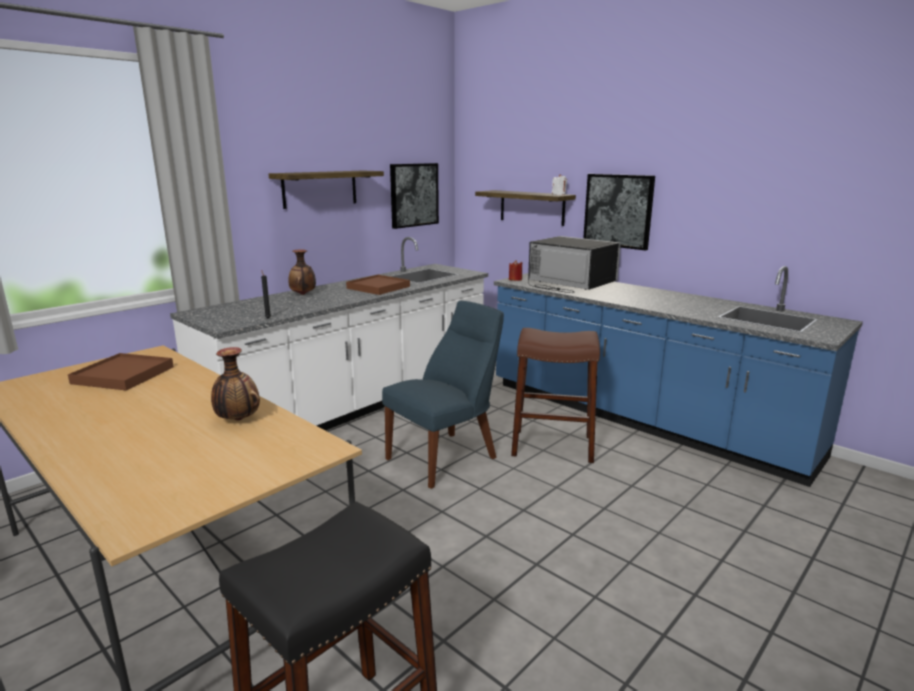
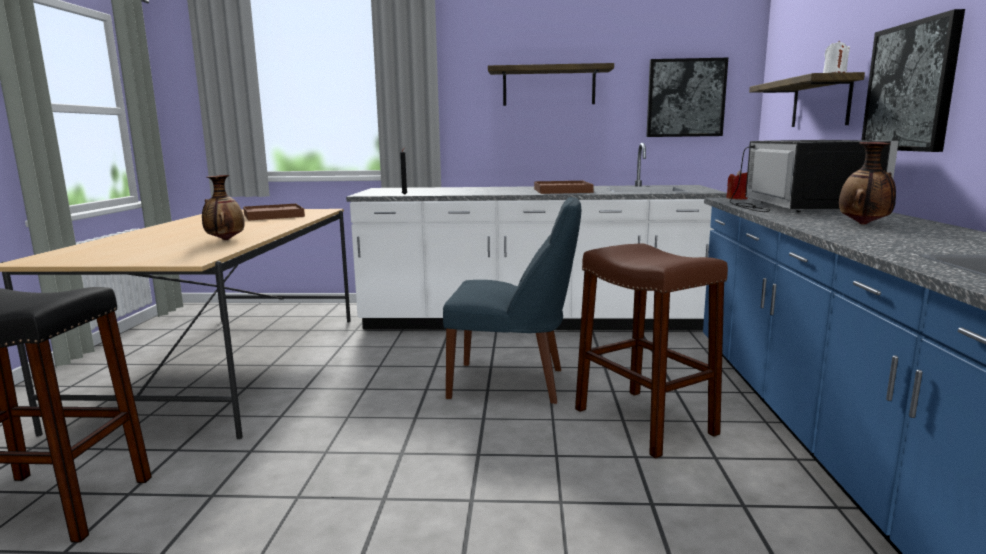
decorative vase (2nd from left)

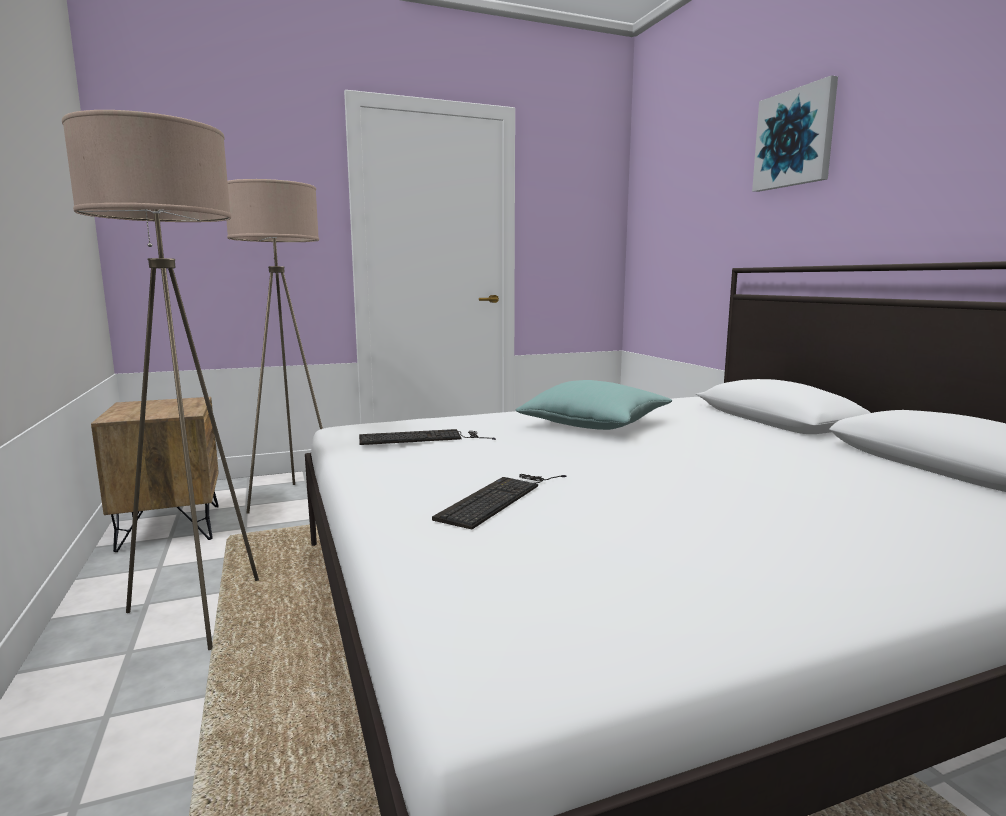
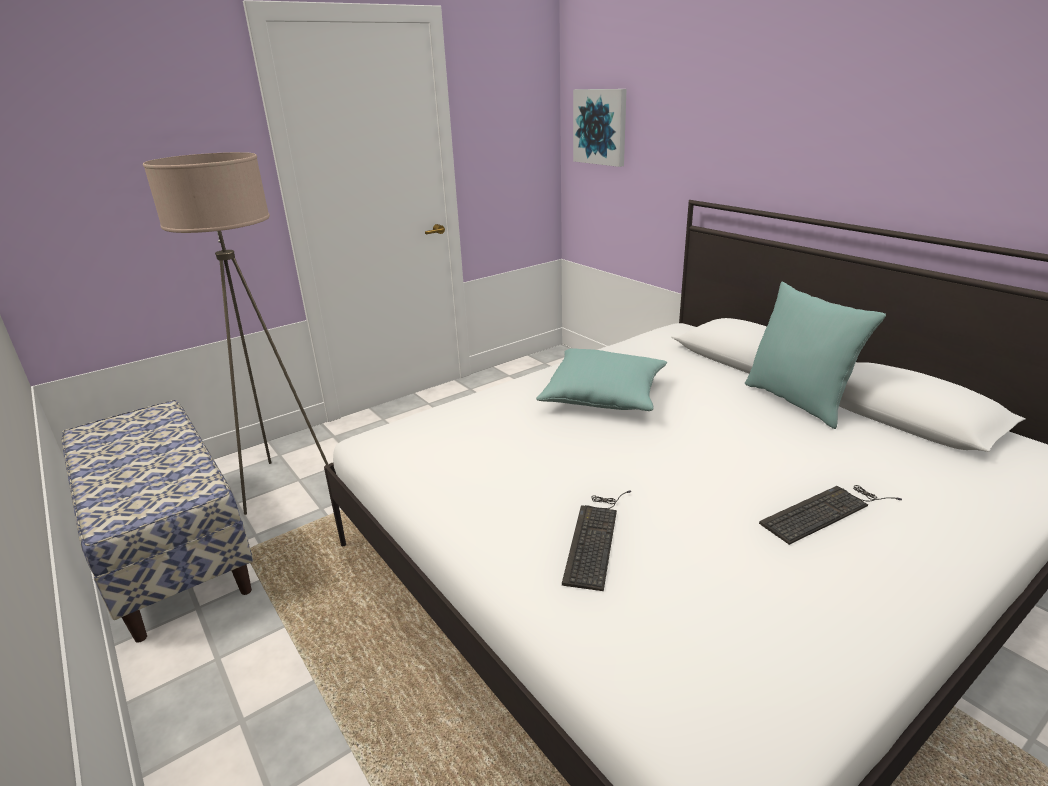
long seat
wall picture
blue-green throw pillow (2nd from left)
computer keyboard (2nd from left)
beige standing lamp (1st from left in the first image)

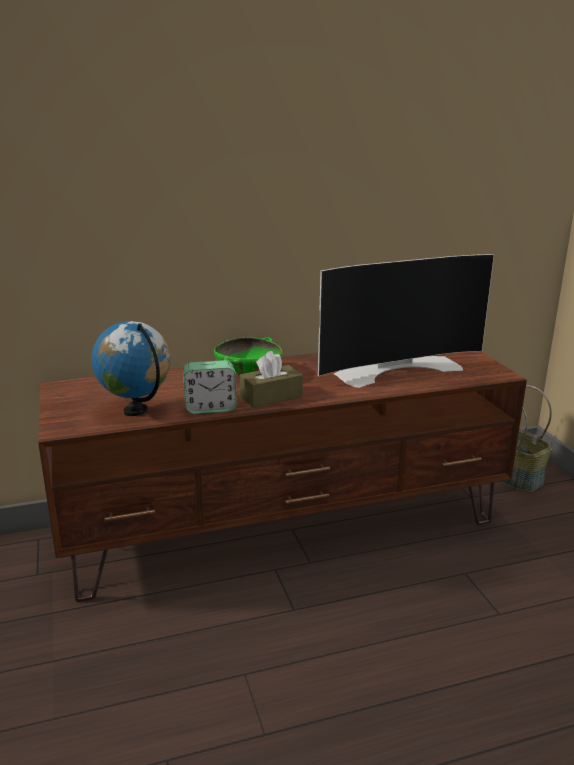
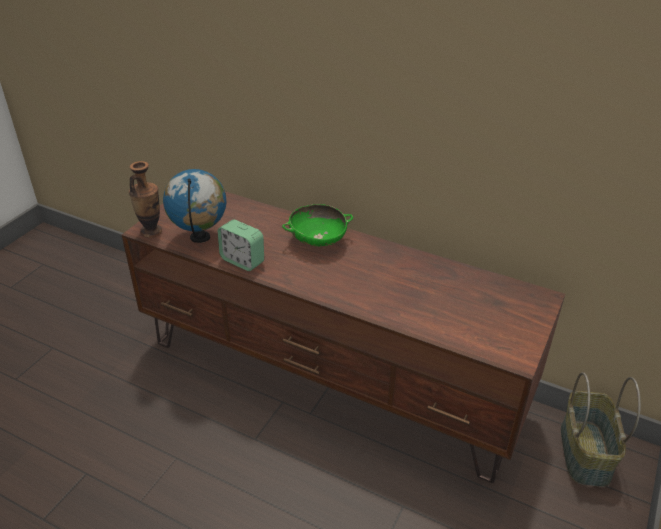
decorative vase
brown tissue holder
television

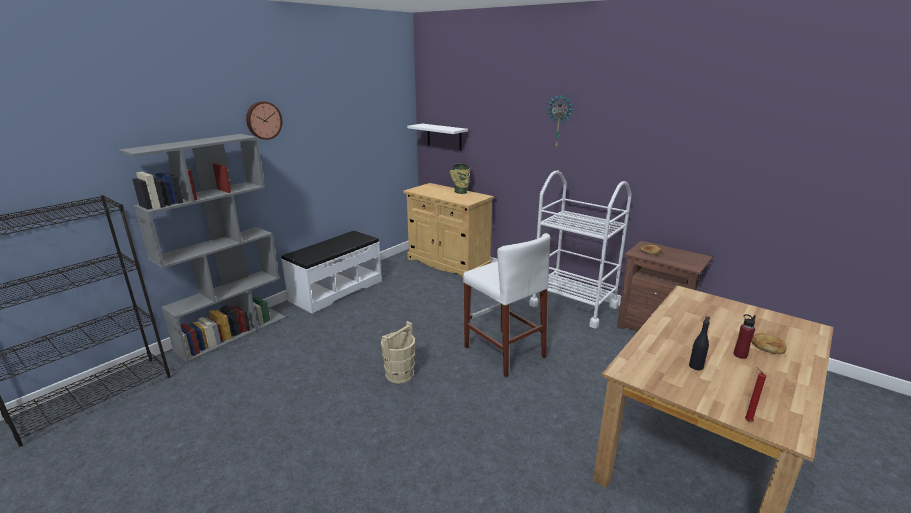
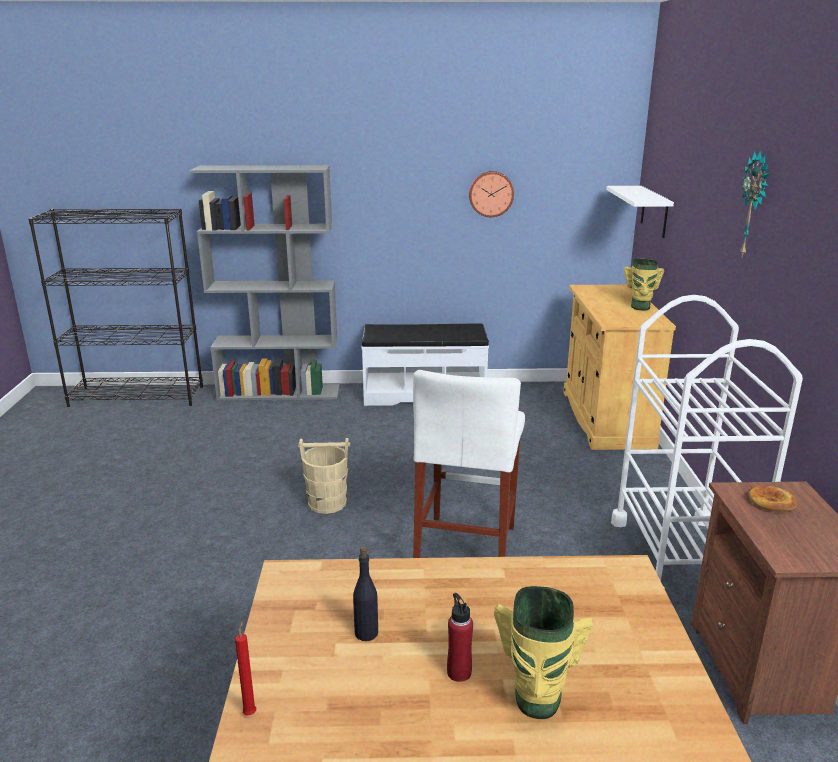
wall clock (1st from left)
decorative vase (1st from left)

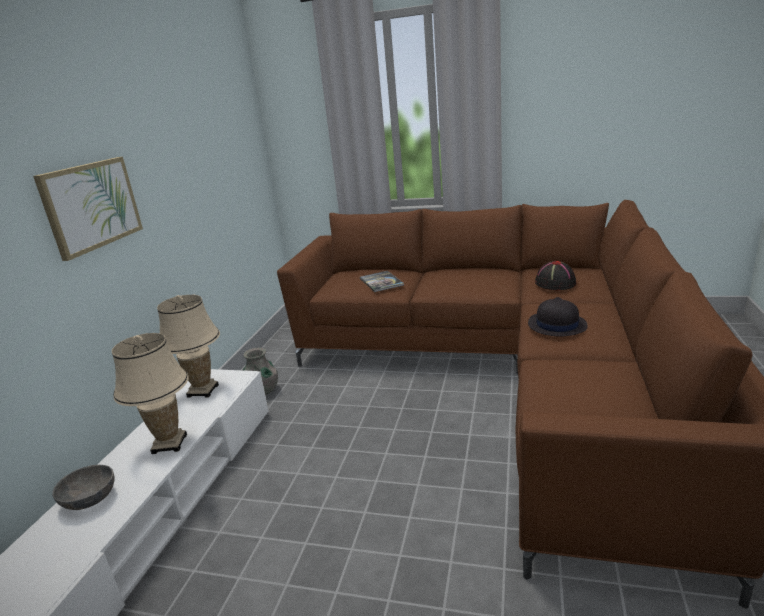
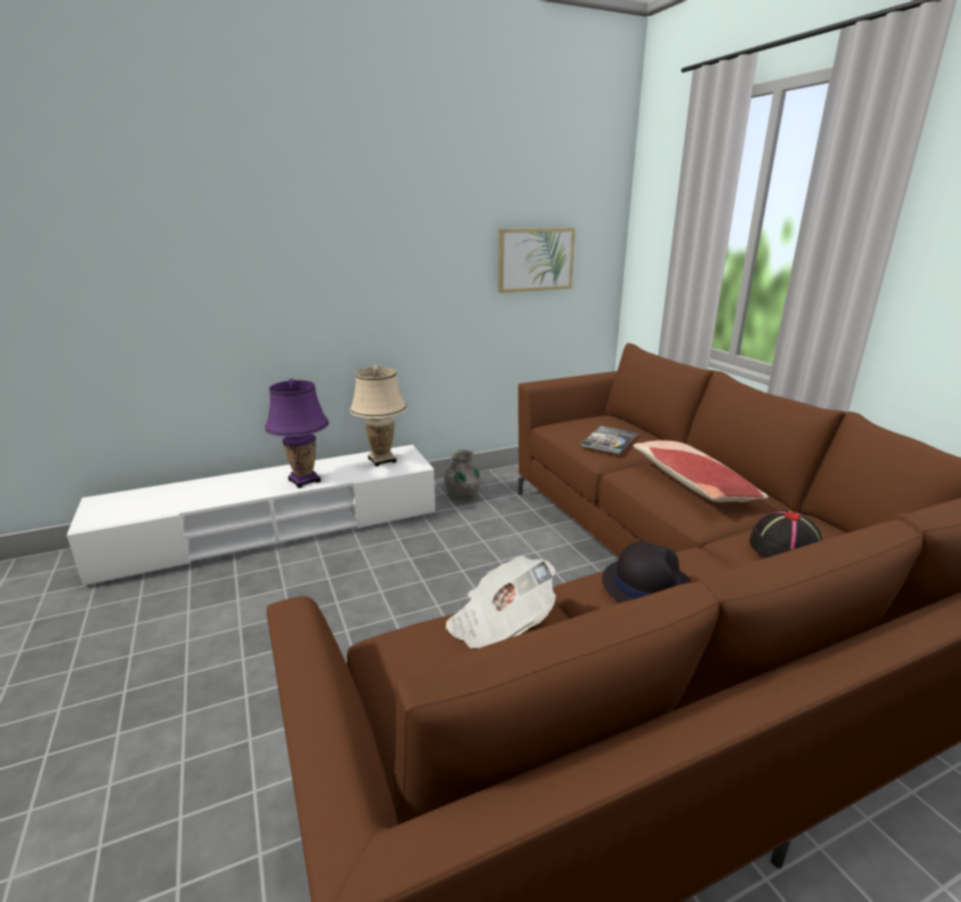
purple tabletop lamp
newspaper
wall picture
throw pillow
grey bowl

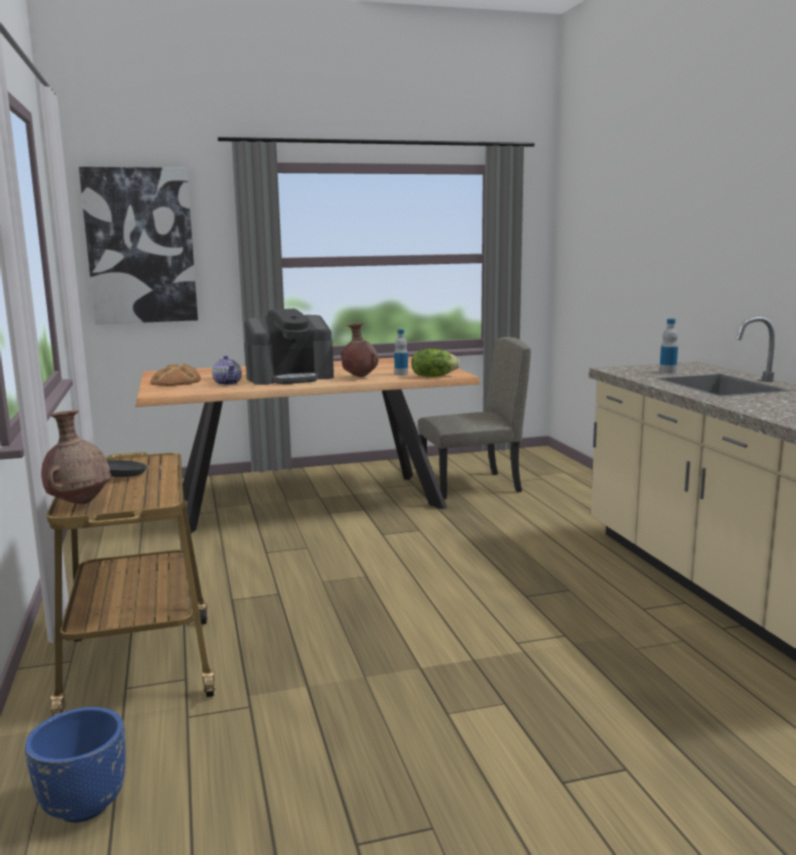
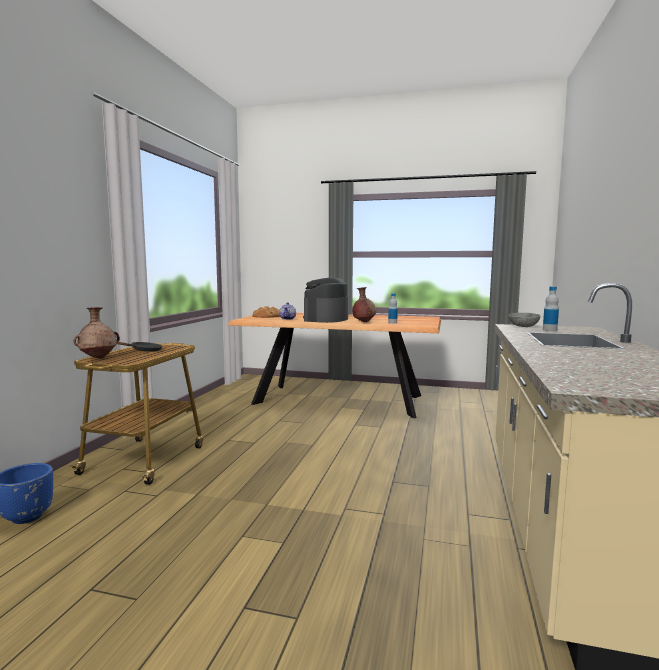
coffee machine
grey bowl
wall picture
head of lettuce
beige chair

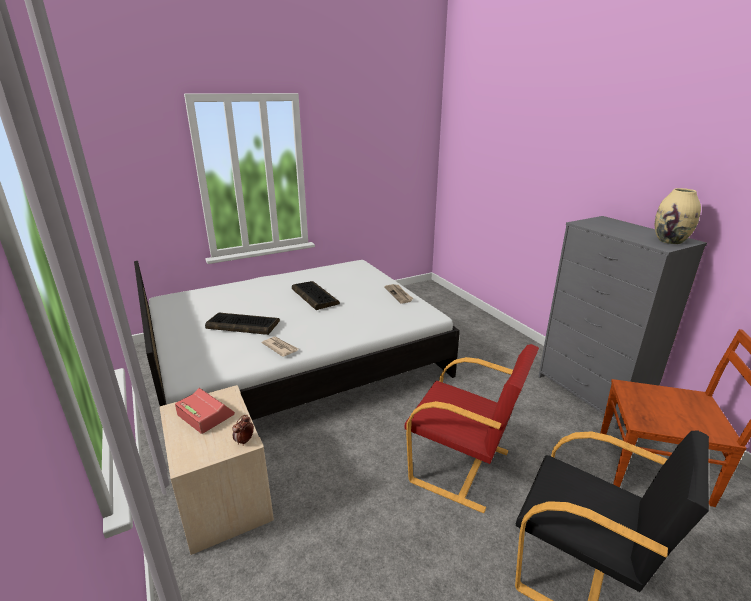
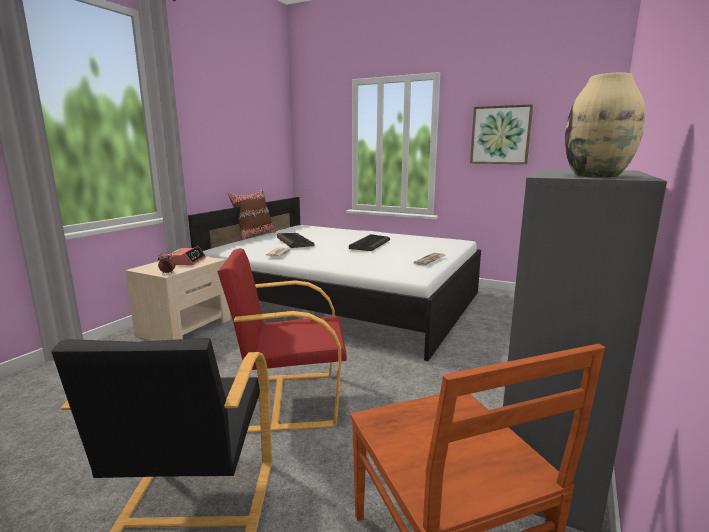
reddish easy chair
brown throw pillow
wall picture

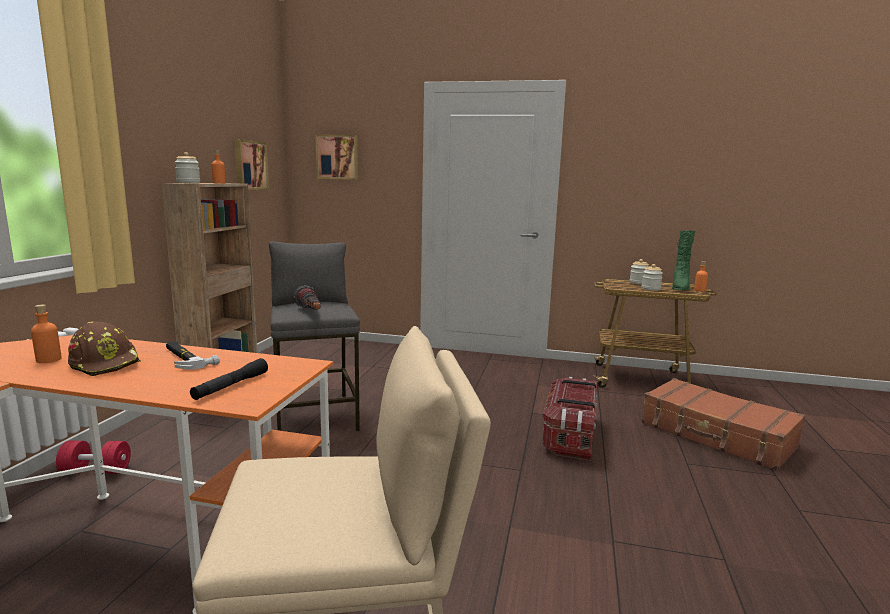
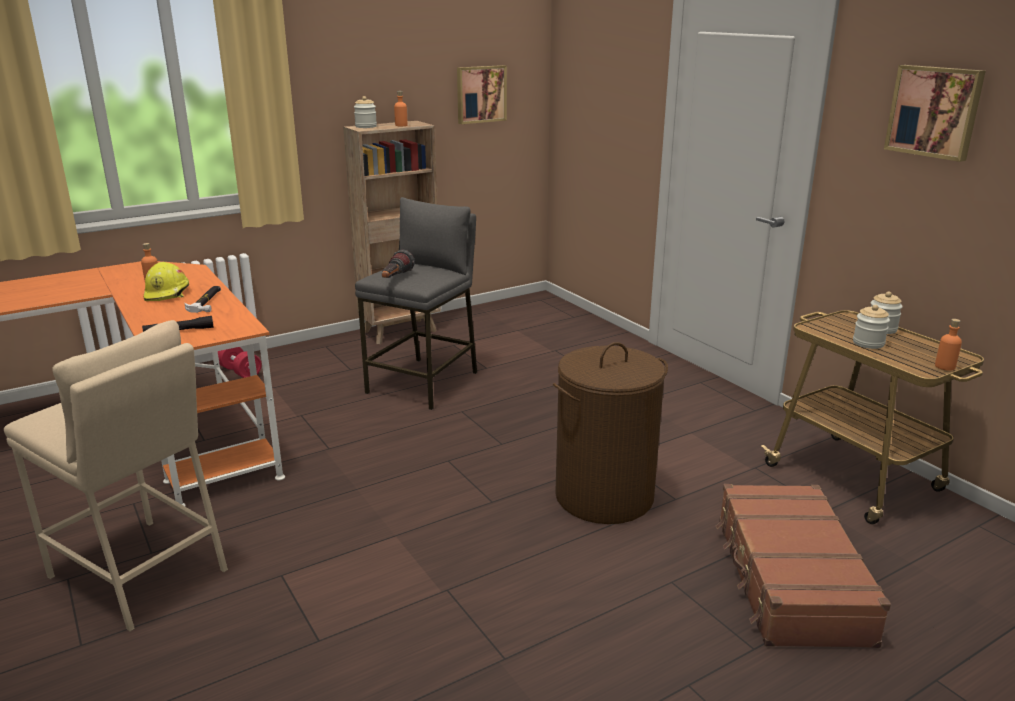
yellowish work helmet
brown hamper
wall picture (2nd from left)
green tall boot

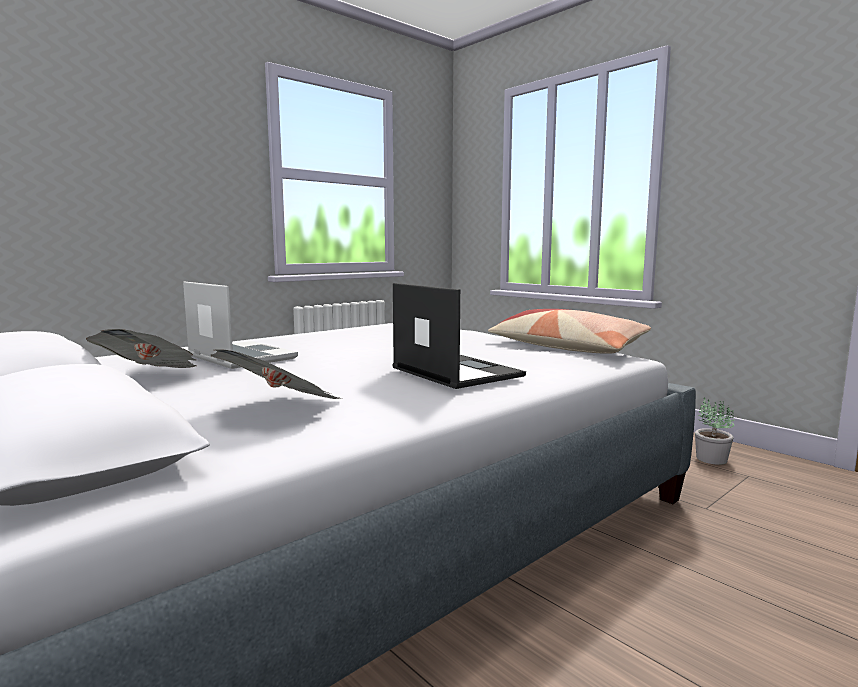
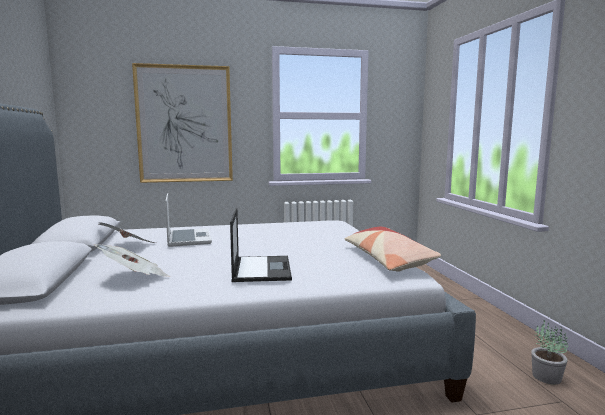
wall picture

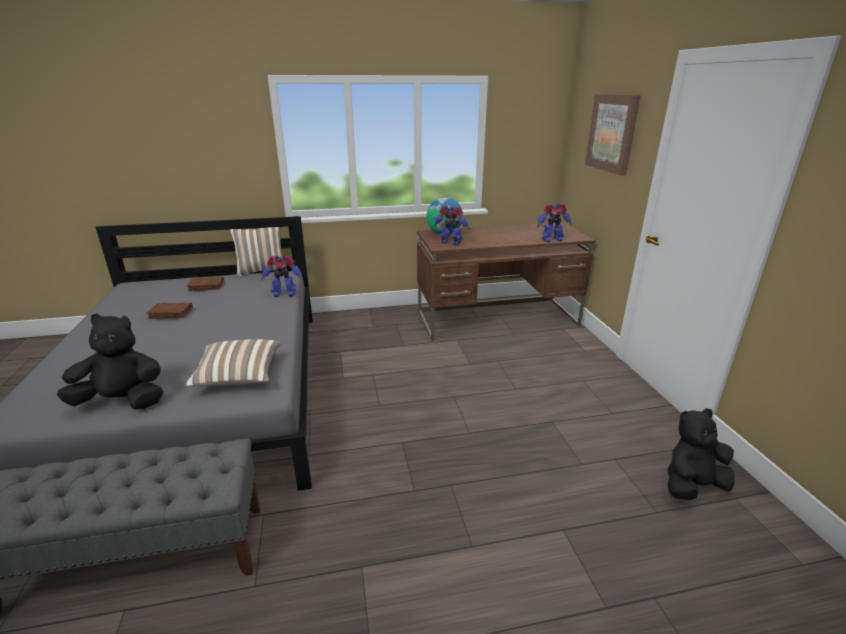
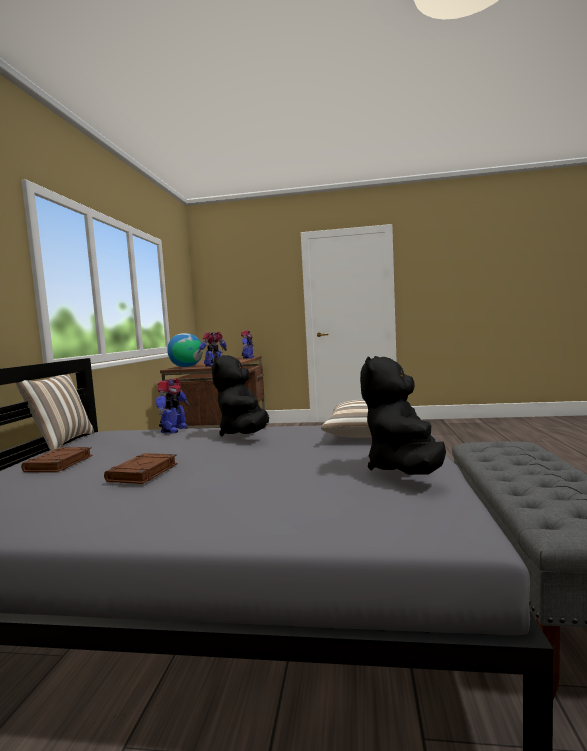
black-coloured cuddly toy (1st from left)
wall picture

